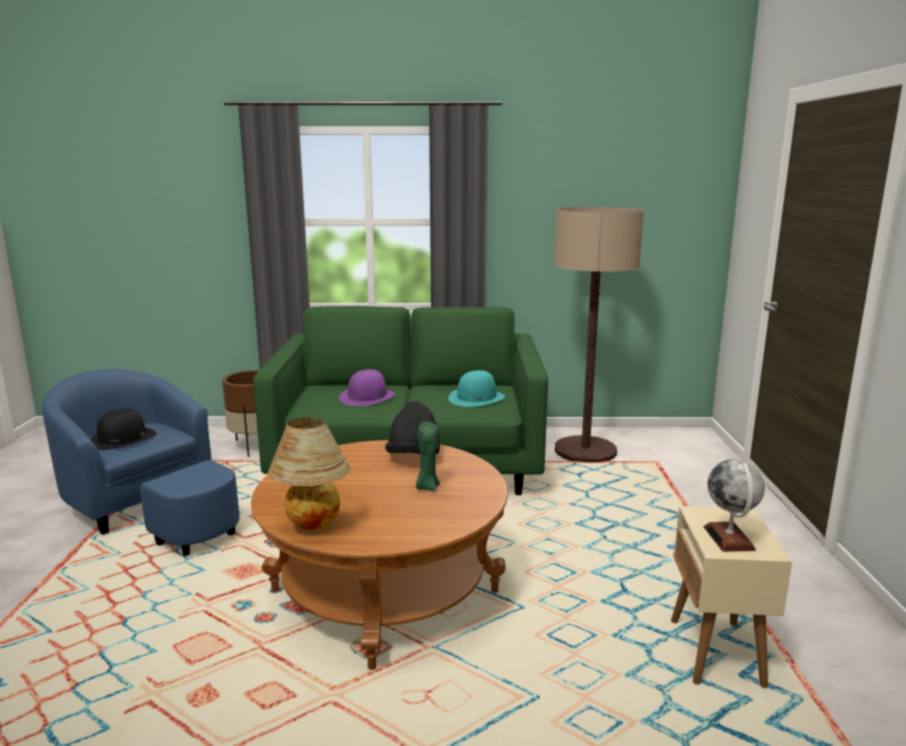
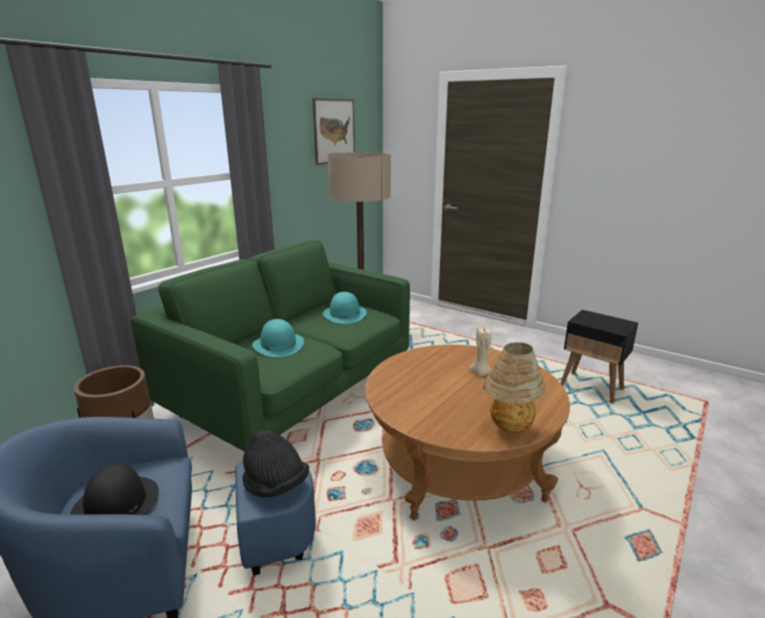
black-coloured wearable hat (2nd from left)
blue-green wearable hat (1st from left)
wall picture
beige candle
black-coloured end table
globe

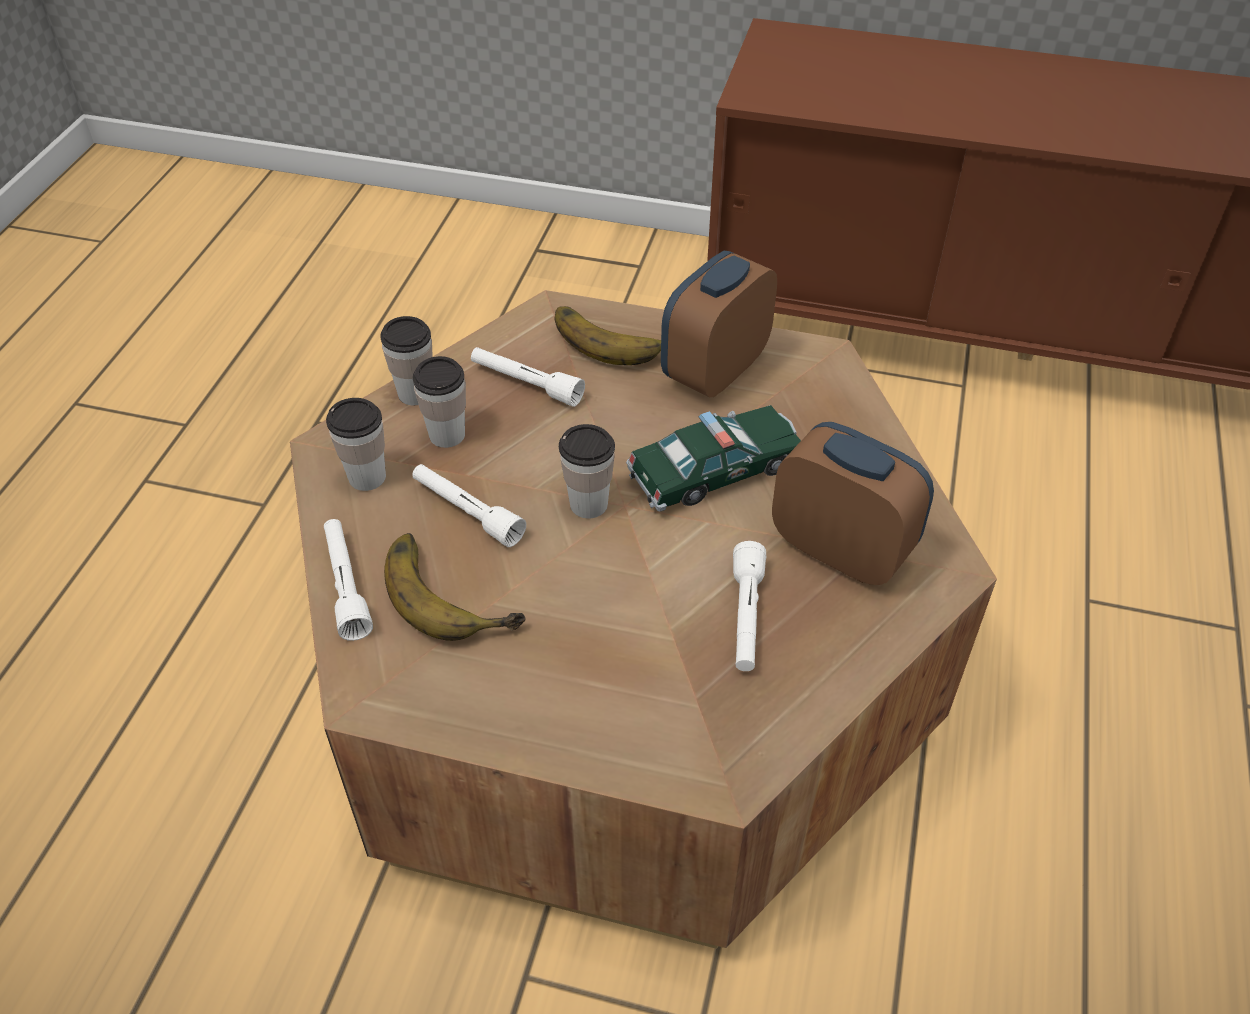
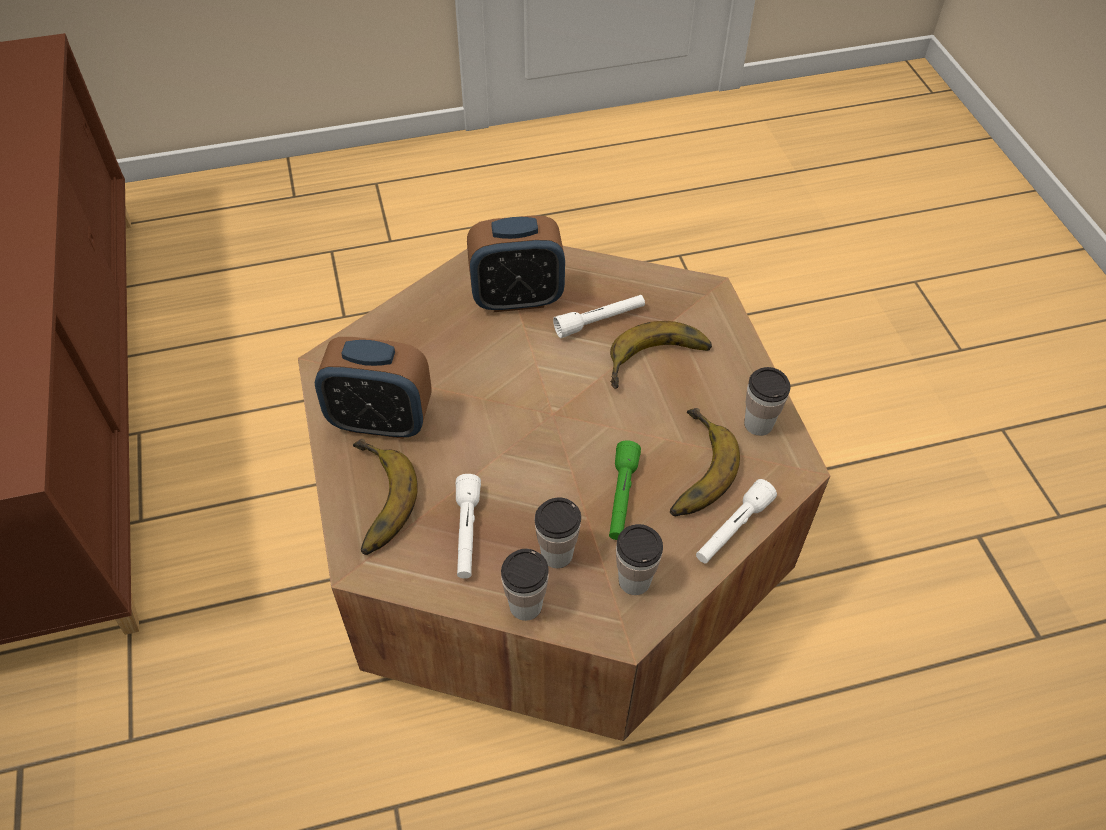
alarm clock (2nd from left)
green torch
banana (2nd from left)
cup (4th from left)
toy car

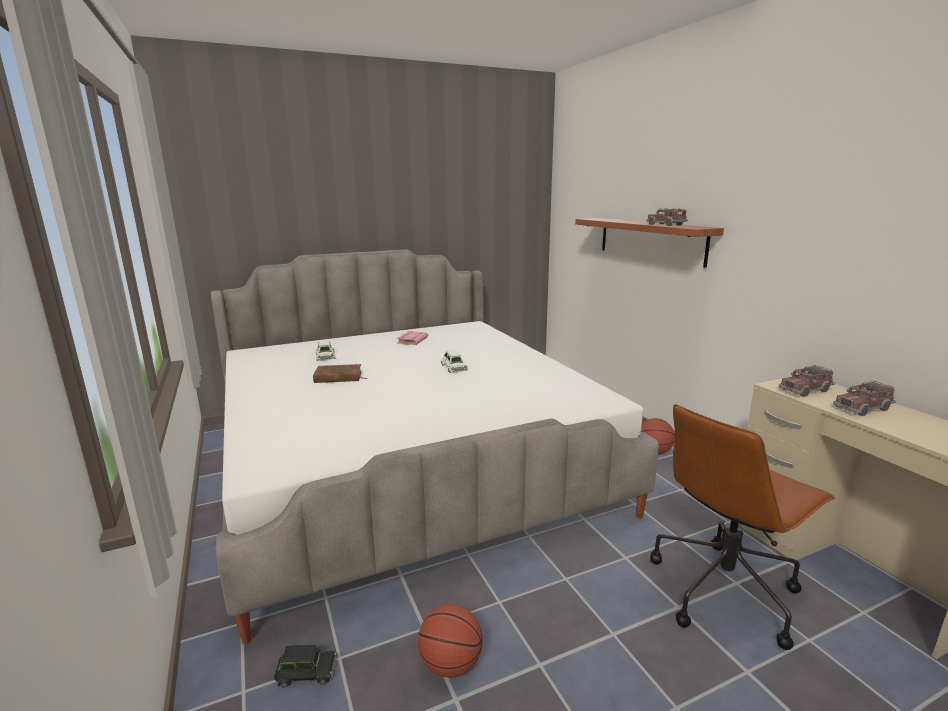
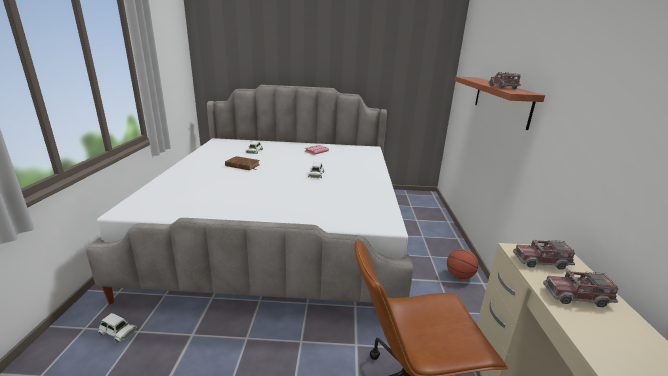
whitish toy car (1st from left)
basketball ball (1st from left in the first image)

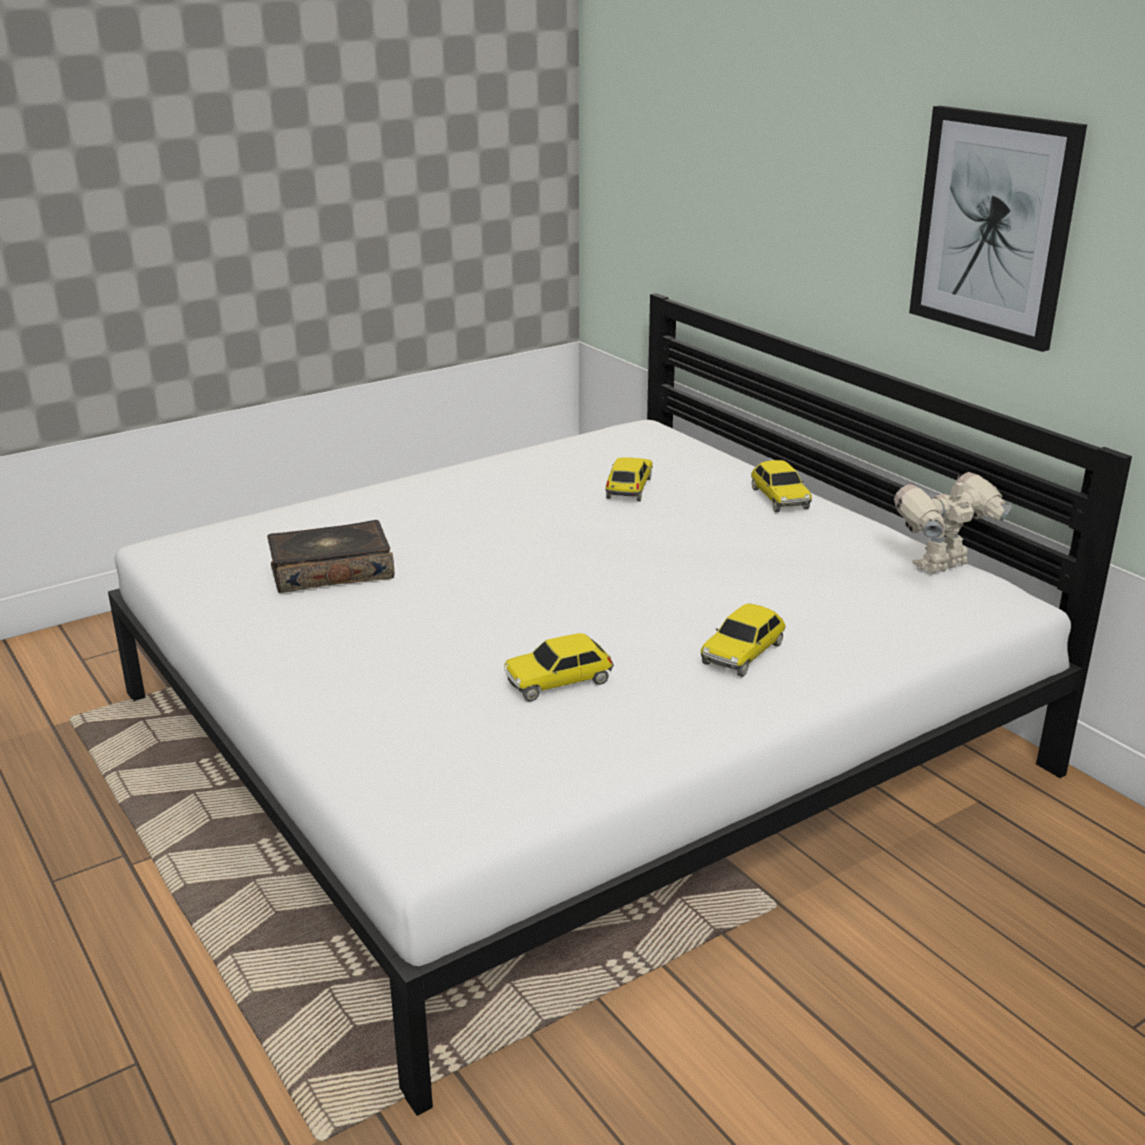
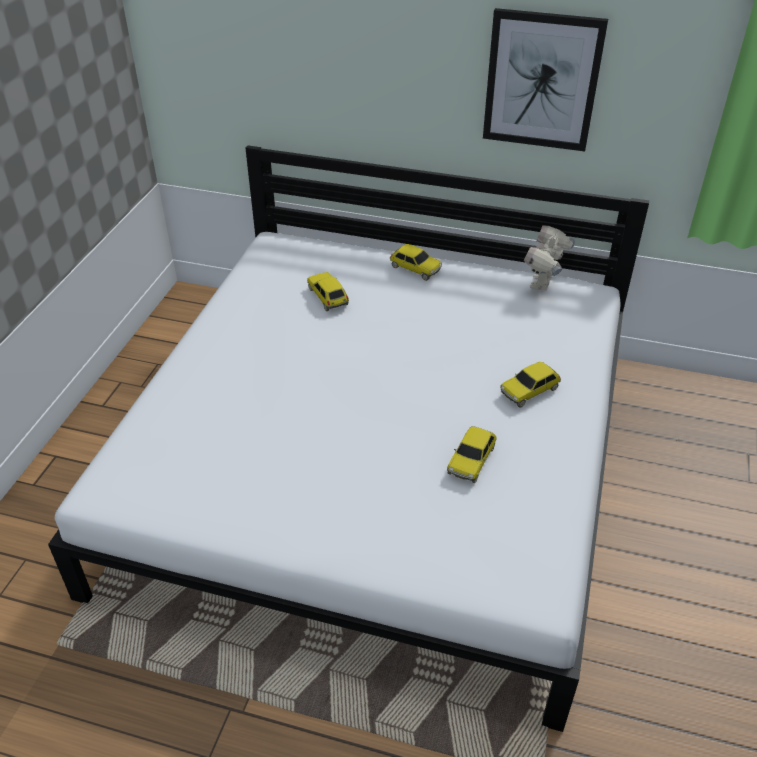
toy car (4th from left)
volume

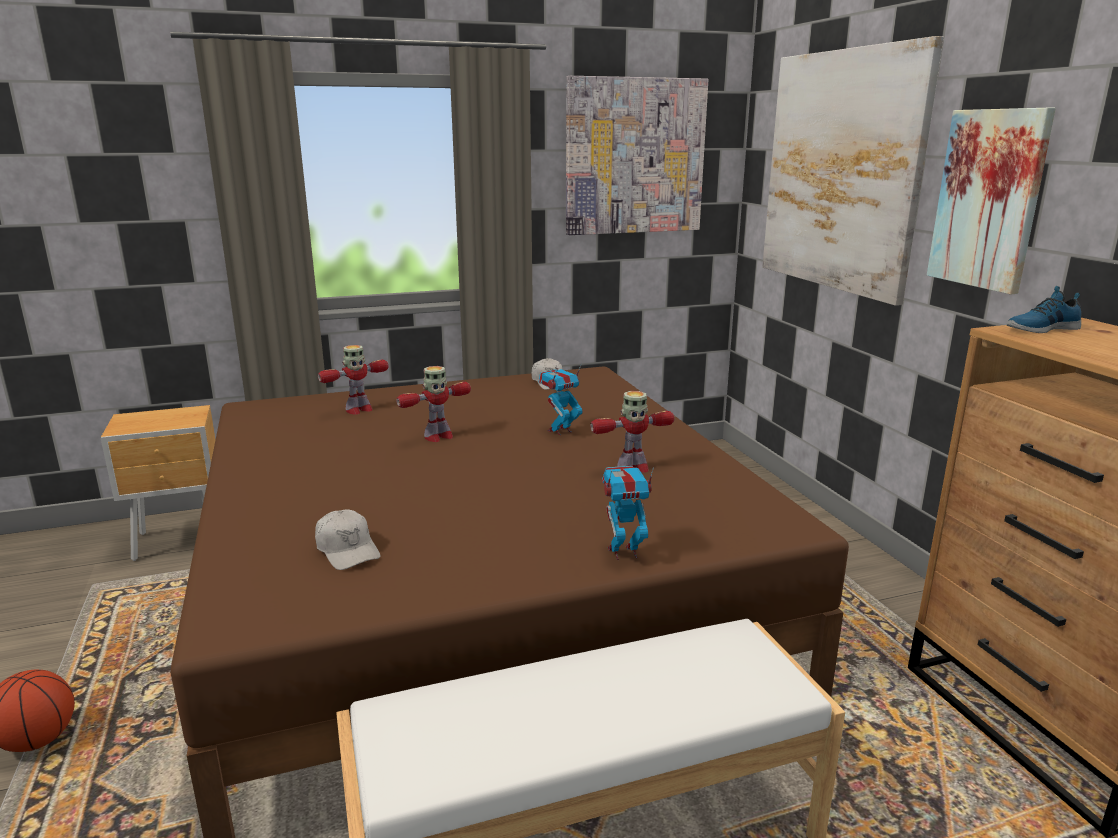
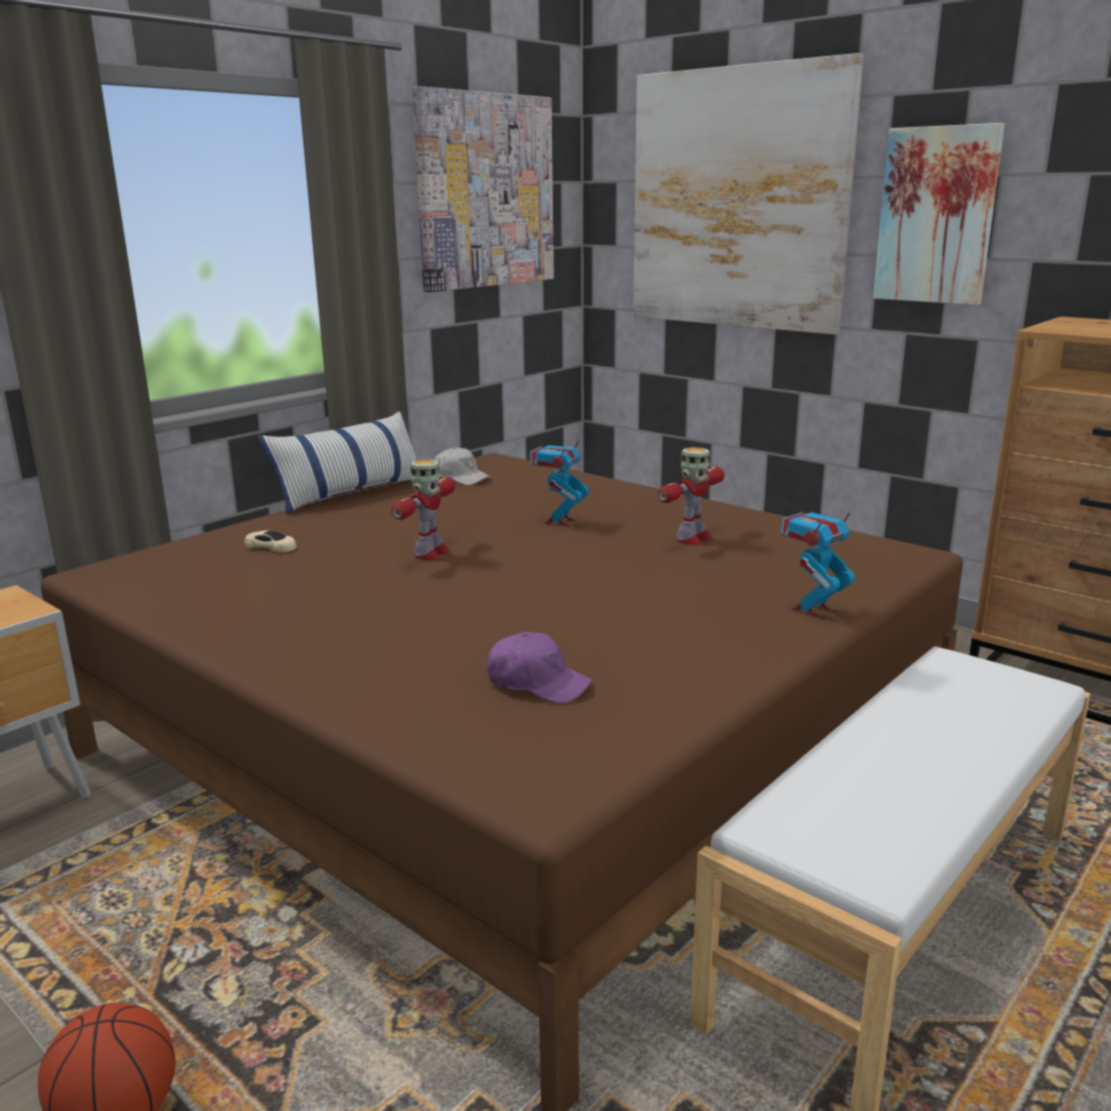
beige toy car
throw pillow
purple peaked cap
shoe

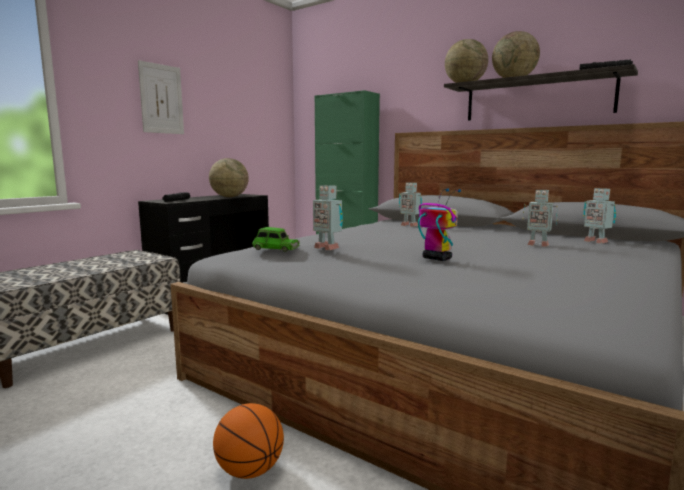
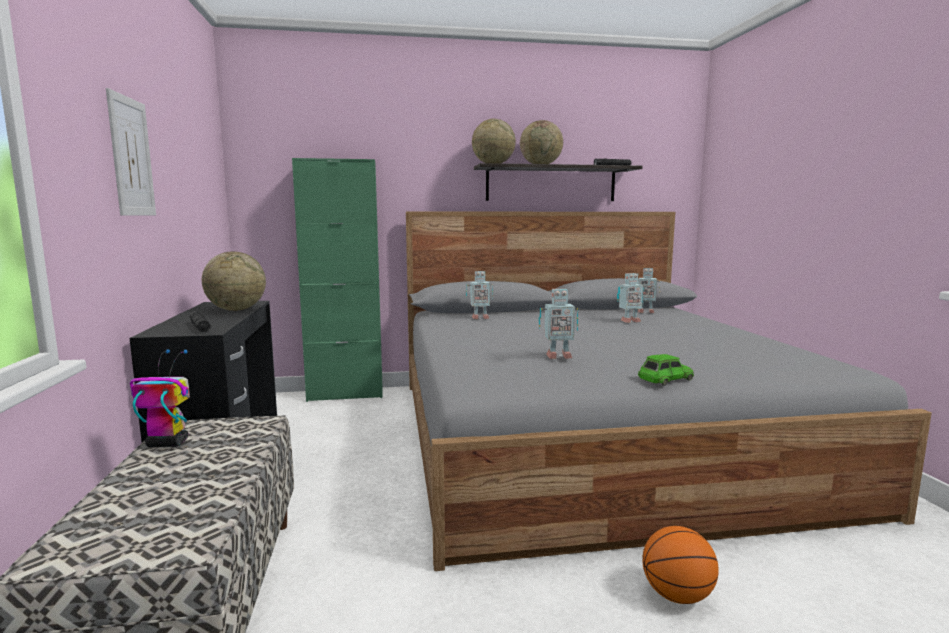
robot figure (1st from left)
green toy car

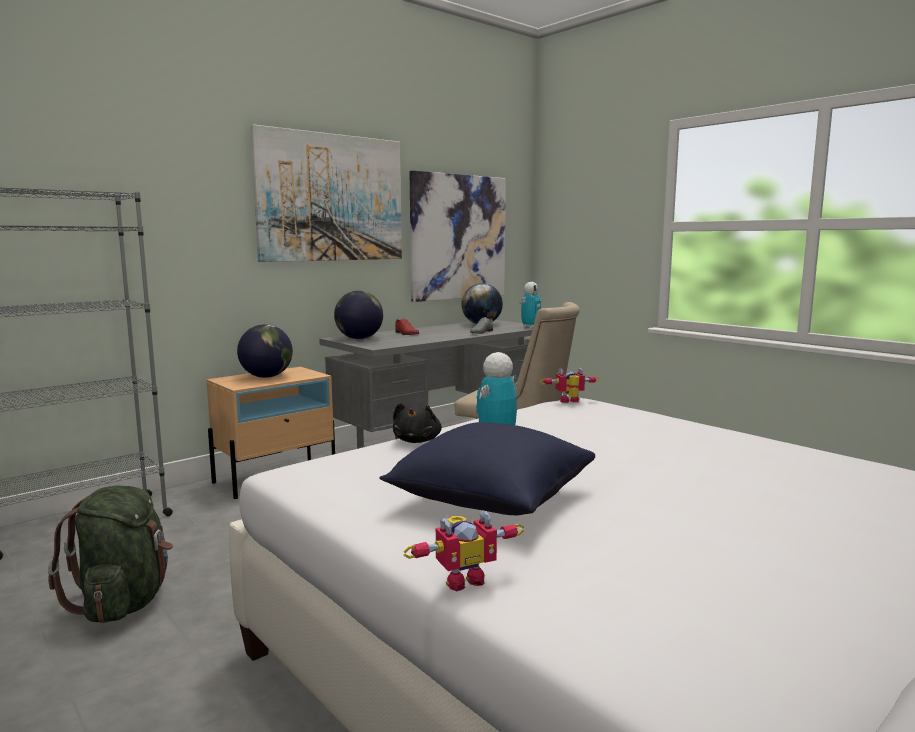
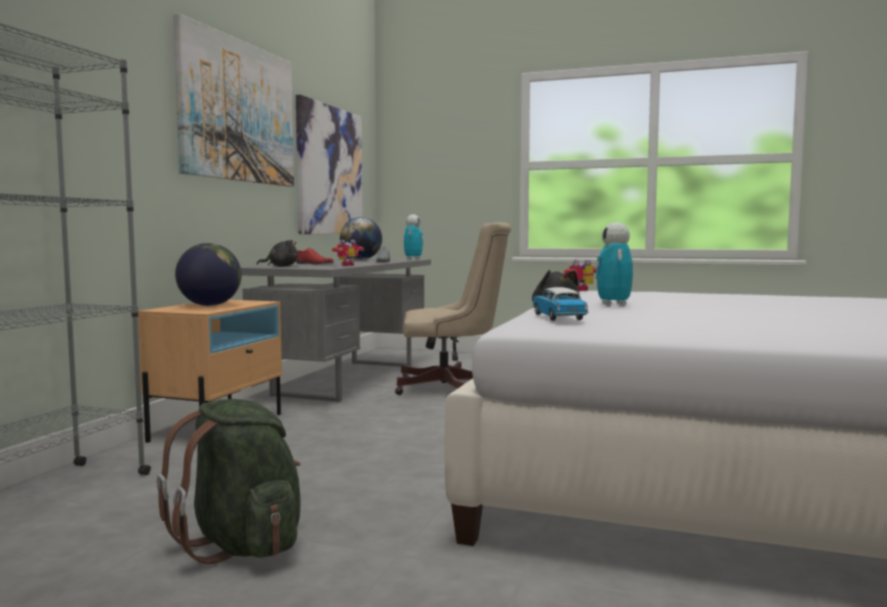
black-coloured cuddly toy (1st from left)
robot figure (1st from left)
toy car
blue-coloured throw pillow

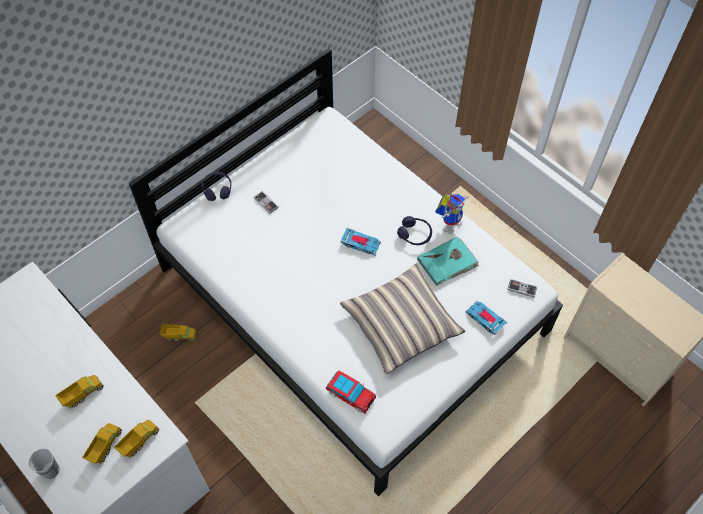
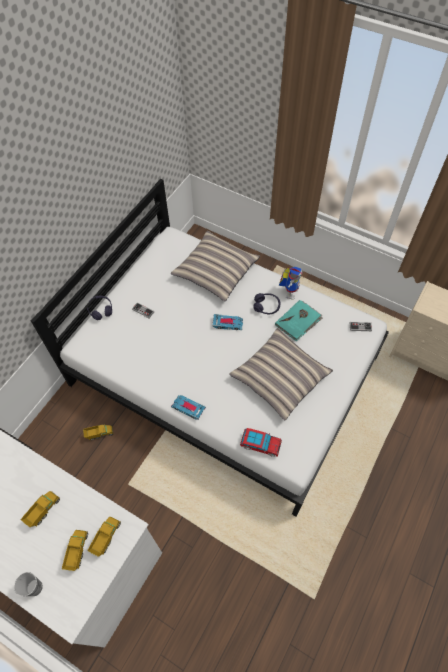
throw pillow (1st from left)
toy car (1st from left)

